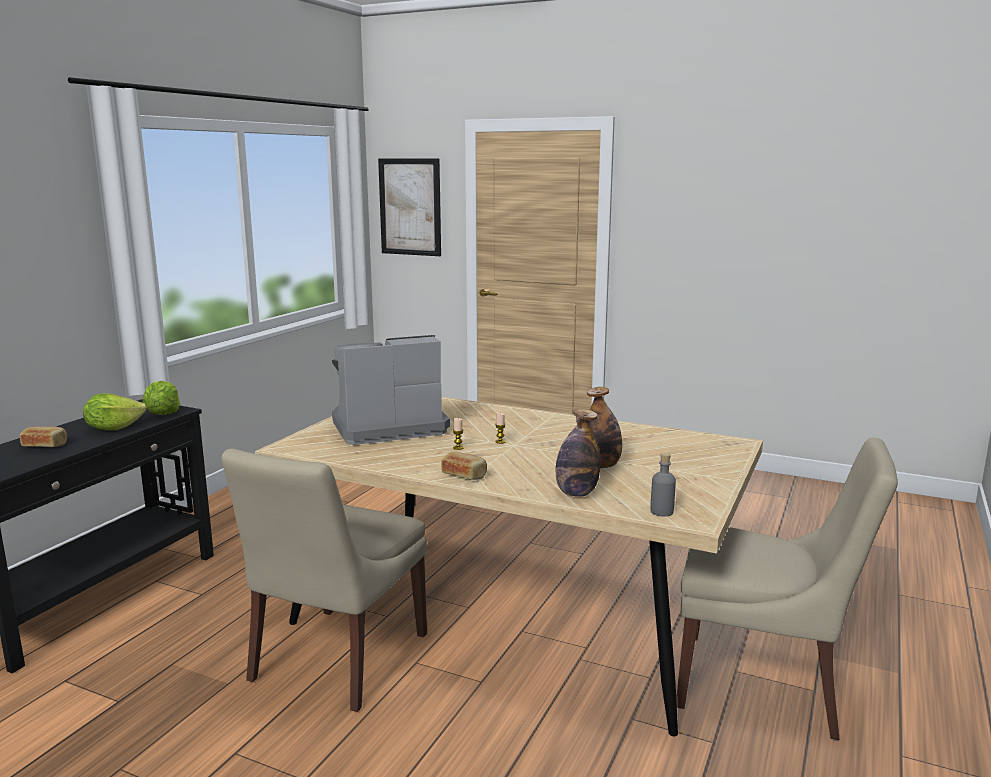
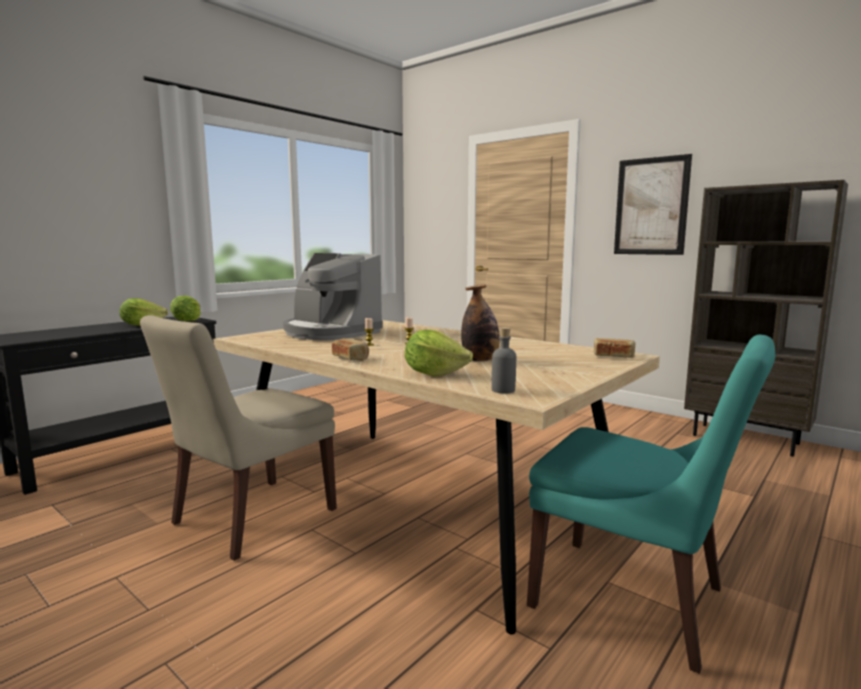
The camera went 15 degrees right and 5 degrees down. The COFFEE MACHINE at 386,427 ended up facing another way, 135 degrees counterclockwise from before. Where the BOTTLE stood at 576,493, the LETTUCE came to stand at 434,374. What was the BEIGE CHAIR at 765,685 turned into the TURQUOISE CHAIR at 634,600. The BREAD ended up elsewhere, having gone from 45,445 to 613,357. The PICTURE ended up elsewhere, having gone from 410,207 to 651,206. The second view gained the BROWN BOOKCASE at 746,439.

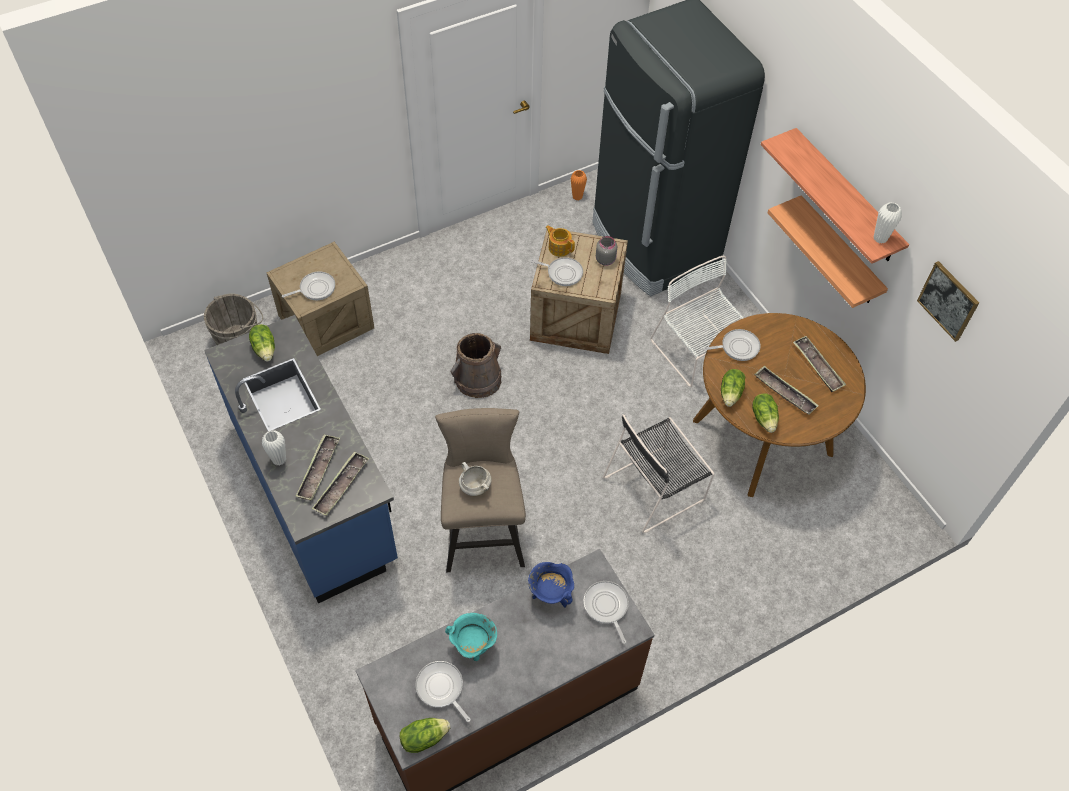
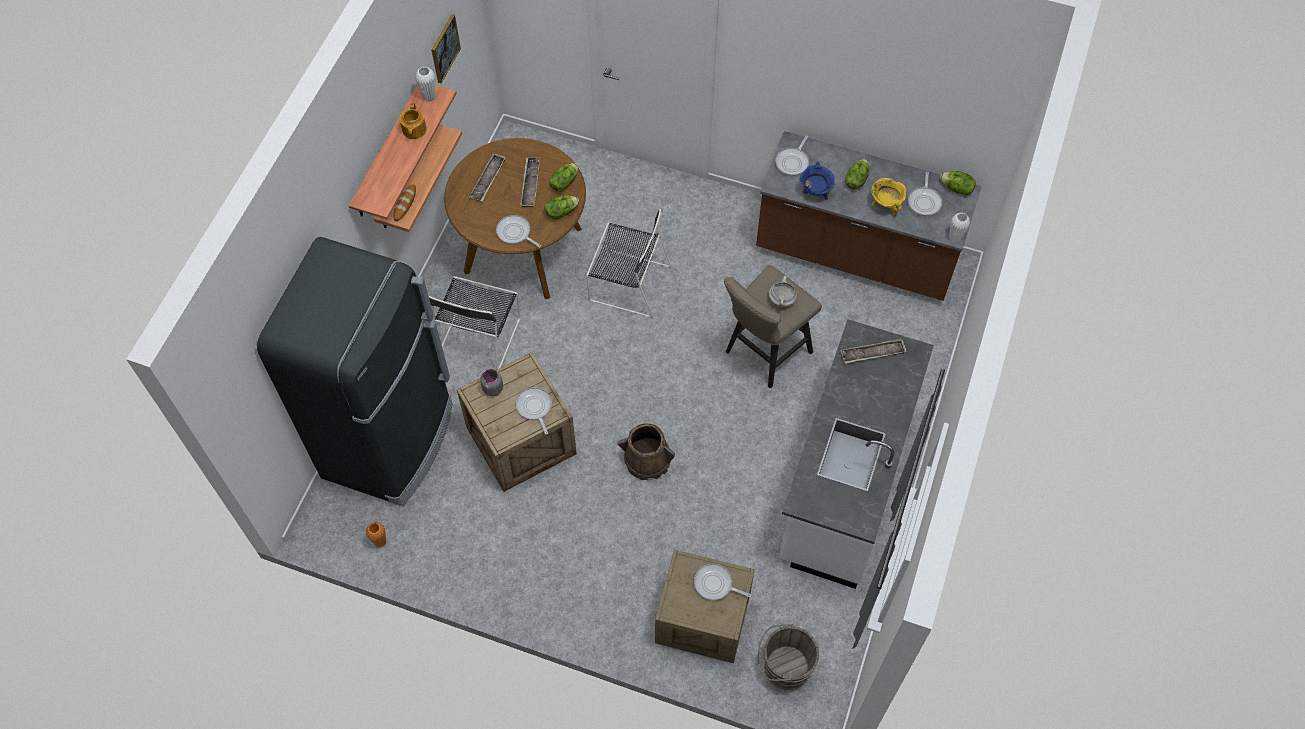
The camera went 130 degrees left and 5 degrees up. The second view gained the BREAD at 405,204. The TEAPOT ended up elsewhere, having gone from 559,247 to 414,130. What was the WHITE CHAIR at 698,352 turned into the BLACK CHAIR at 480,335. What was the BLUE COUNTER at 316,492 turned into the WHITE COUNTER at 844,481. The LETTUCE ended up elsewhere, having gone from 265,349 to 856,180. What was the TURQUOISE COOKING POT at 473,645 turned into the YELLOW COOKING POT at 886,206. The WHITE VASE ended up elsewhere, having gone from 279,459 to 954,238. The second view lost the TRAY at 318,470.

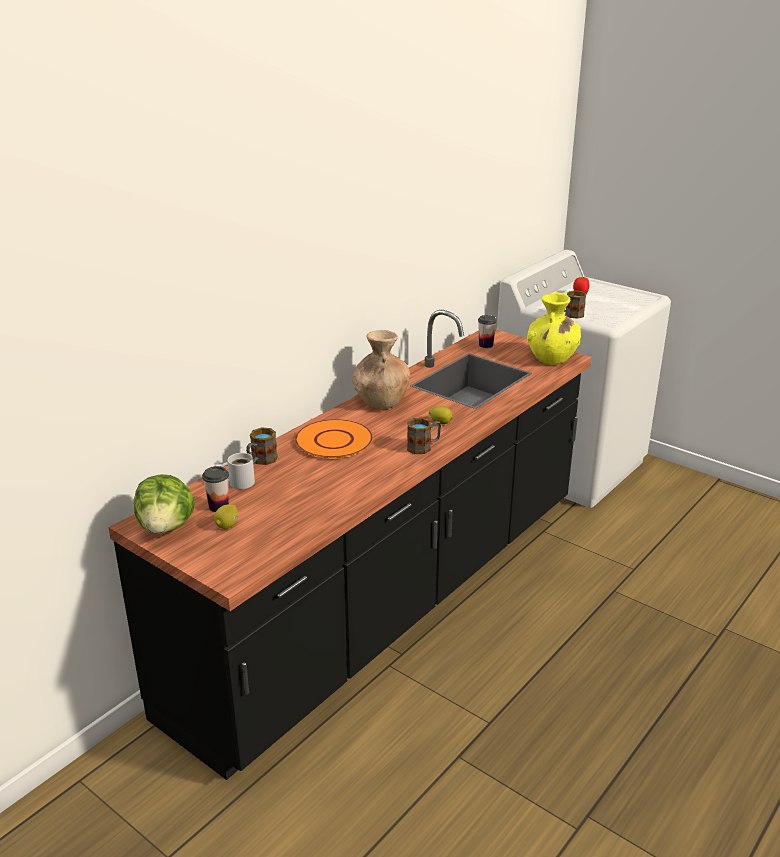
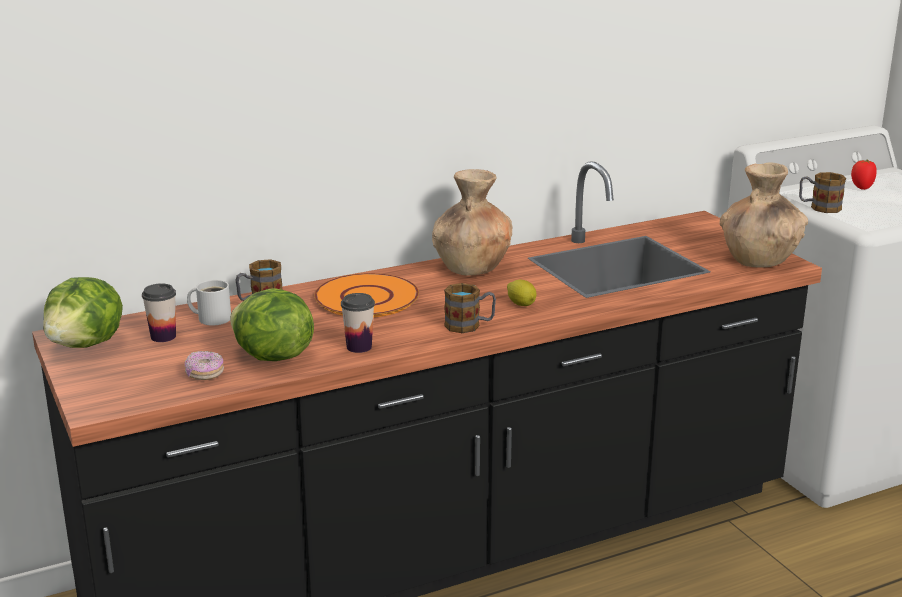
The camera went 25 degrees right and 5 degrees down. The second view gained the DONUT at 204,374. The second view gained the LETTUCE at 272,357. The CUP ended up elsewhere, having gone from 486,345 to 359,347. What was the YELLOW VASE at 551,358 turned into the BROWN VASE at 758,260. The second view lost the LEMON at 227,525.

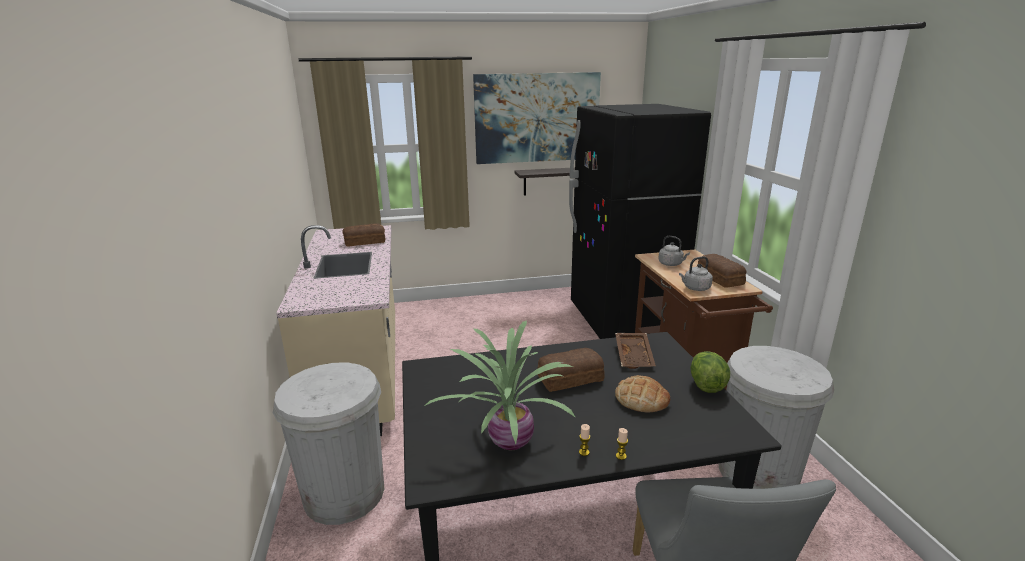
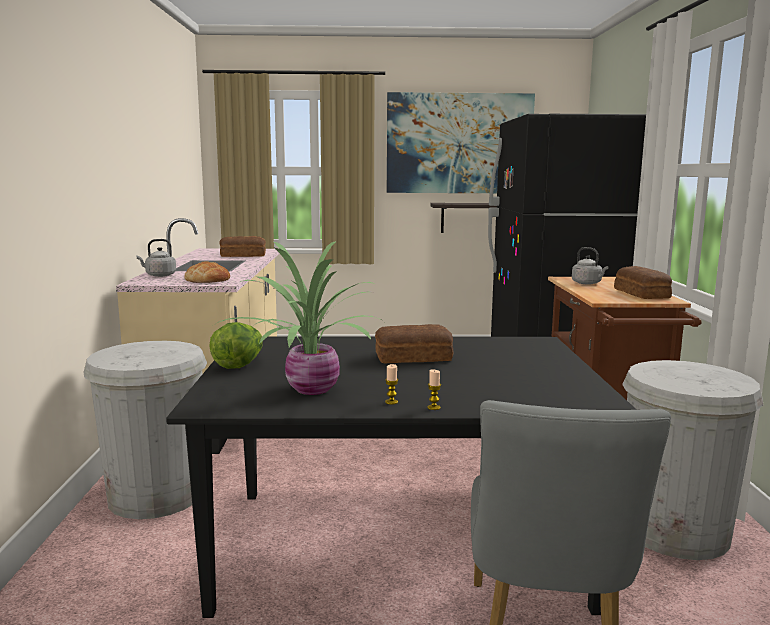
The camera went 10 degrees right and 10 degrees down. The GREY KETTLE ended up elsewhere, having gone from 695,288 to 159,275. The BREAD ended up elsewhere, having gone from 641,399 to 208,280. The LETTUCE ended up elsewhere, having gone from 706,384 to 239,365. The second view lost the BROWN TRAY at 635,356.

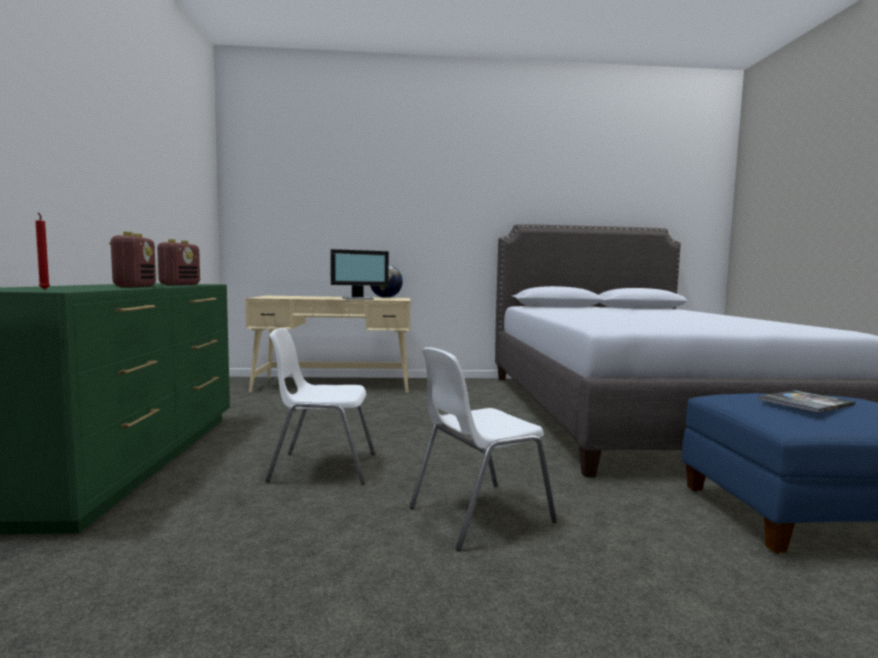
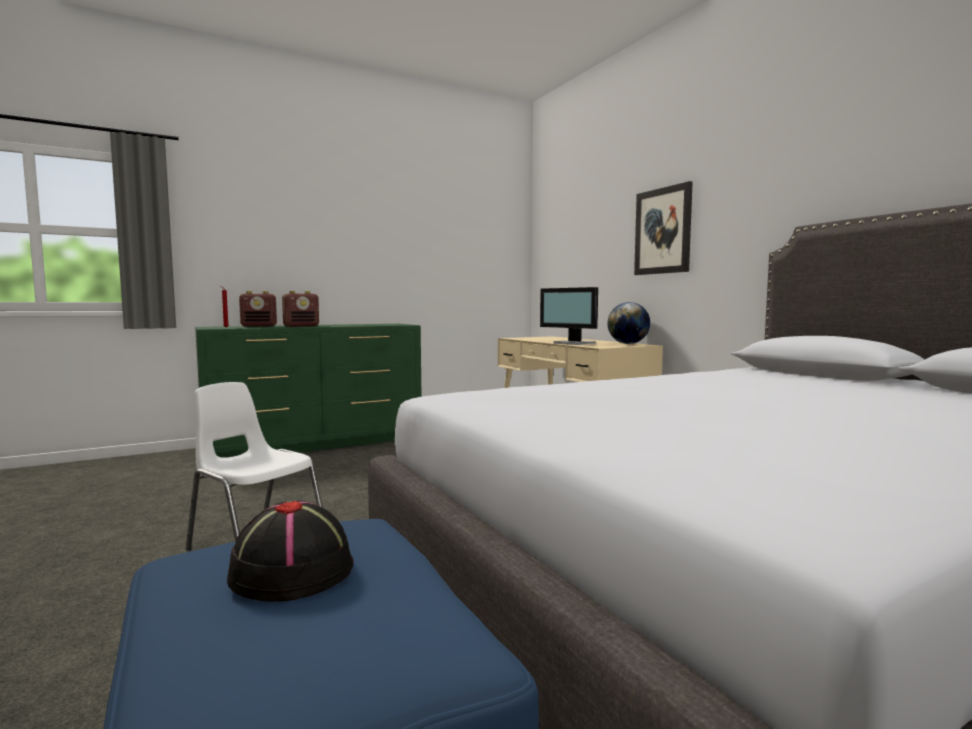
The camera went 65 degrees right and 0 degrees up. Where the BOOK stood at 805,403, the BLACK HAT came to stand at 292,570. The RADIO ended up elsewhere, having gone from 180,284 to 259,326. The second view gained the PICTURE at 663,231. The second view lost the WHITE CHAIR at 322,467.

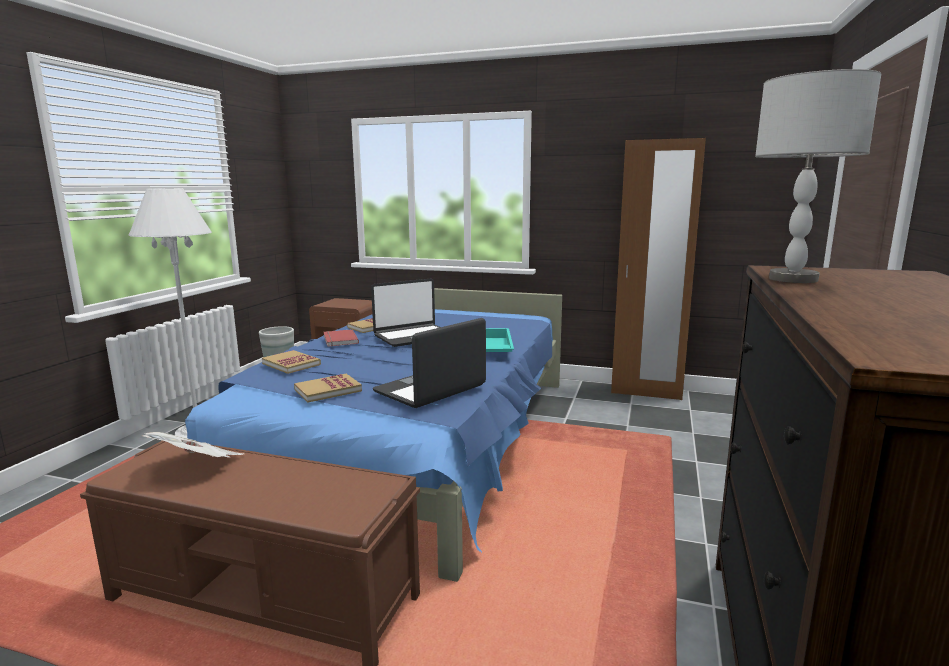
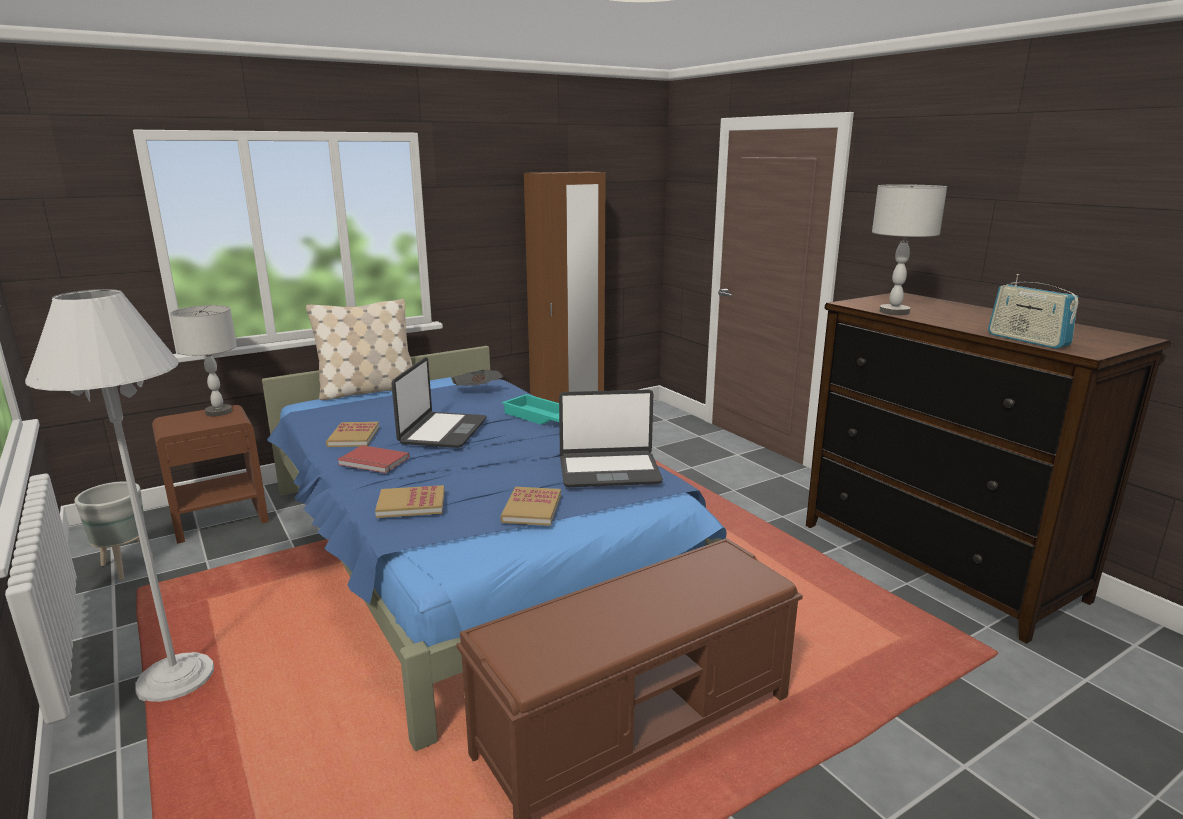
The camera went 50 degrees left and 5 degrees up. The second view gained the GREY TABLE LAMP at 219,412. The second view gained the BEIGE PILLOW at 368,391. The NEWSPAPER ended up elsewhere, having gone from 198,466 to 477,392. The LAPTOP at 431,389 ended up facing another way, 90 degrees counterclockwise from before. The second view gained the RADIO at 1027,340.

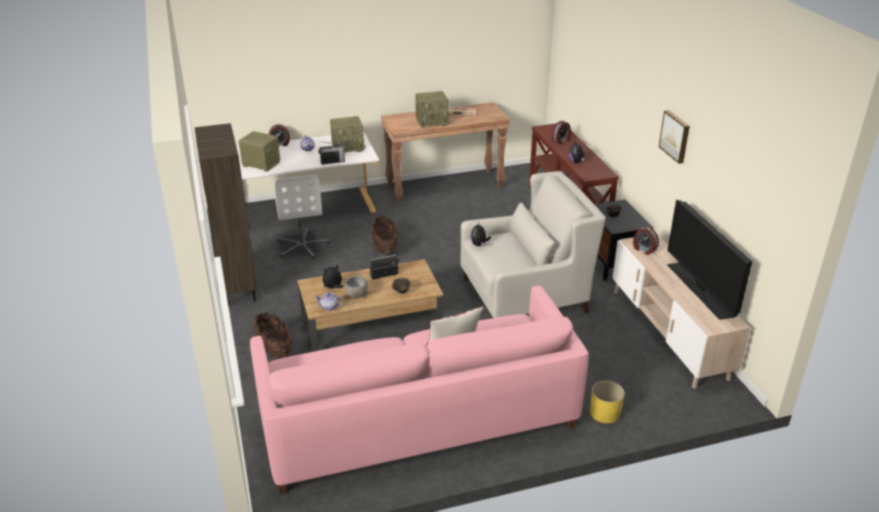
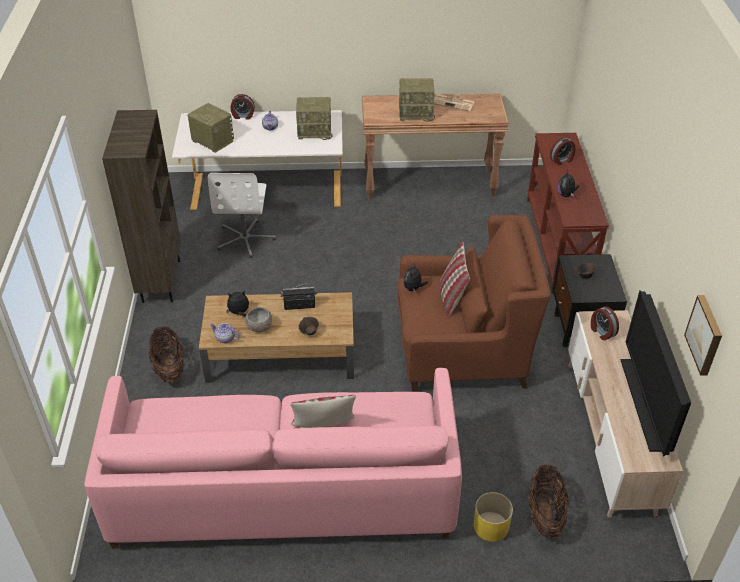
The camera went 15 degrees right and 10 degrees up. What was the WHITE ARMCHAIR at 524,295 turned into the BROWN ARMCHAIR at 462,350. The second view gained the PILLOW at 452,297. The BASKET ended up elsewhere, having gone from 384,248 to 545,515. The PICTURE ended up elsewhere, having gone from 675,136 to 705,335. The second view lost the RADIO at 332,162.

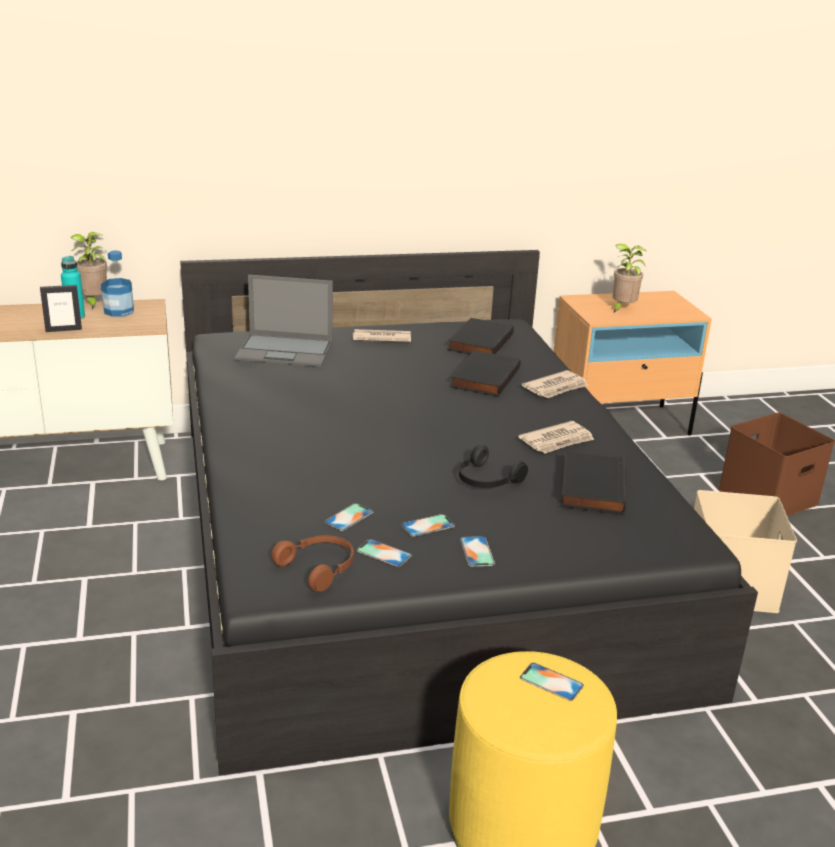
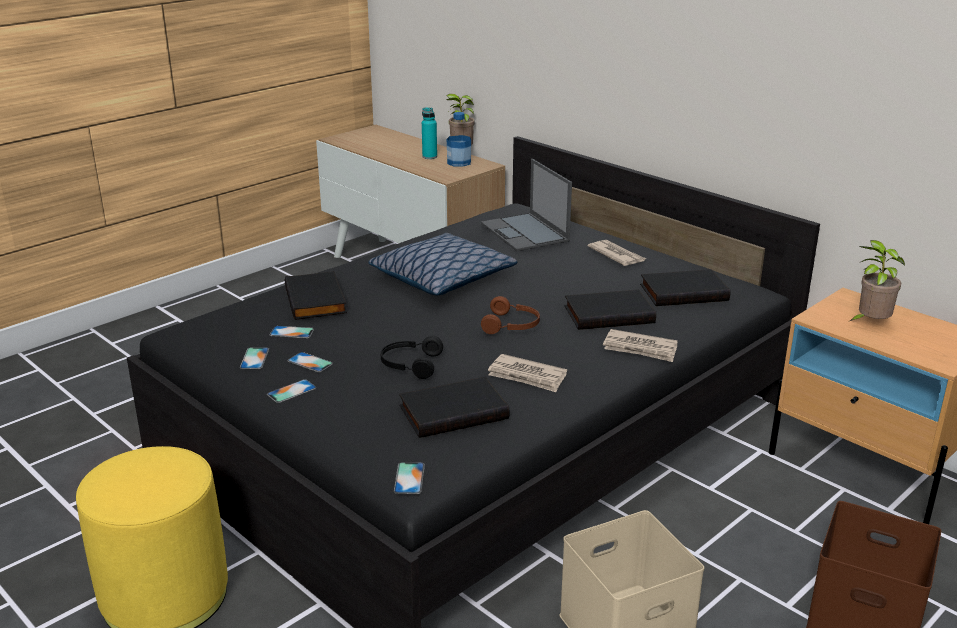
The camera went 60 degrees right and 0 degrees up. The second view gained the BLACK BOOK at 317,300. The second view gained the PILLOW at 442,278. The PHONE ended up elsewhere, having gone from 551,682 to 409,478. The BROWN HEADPHONES ended up elsewhere, having gone from 319,568 to 512,325. The second view lost the PICTURE FRAME at 63,330.

